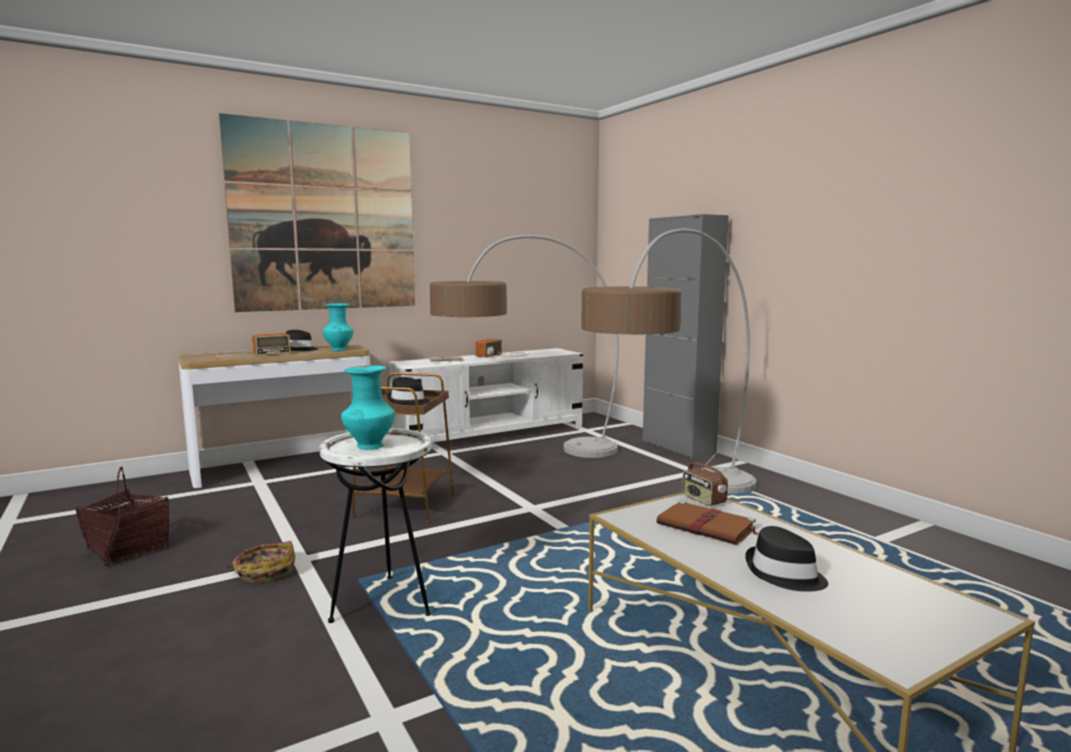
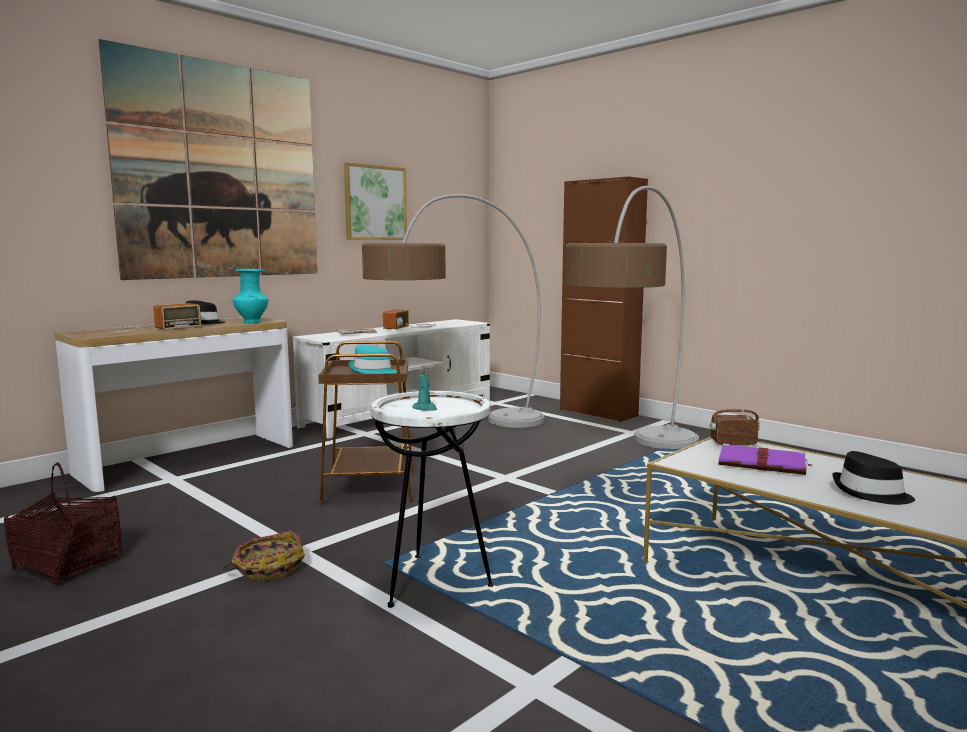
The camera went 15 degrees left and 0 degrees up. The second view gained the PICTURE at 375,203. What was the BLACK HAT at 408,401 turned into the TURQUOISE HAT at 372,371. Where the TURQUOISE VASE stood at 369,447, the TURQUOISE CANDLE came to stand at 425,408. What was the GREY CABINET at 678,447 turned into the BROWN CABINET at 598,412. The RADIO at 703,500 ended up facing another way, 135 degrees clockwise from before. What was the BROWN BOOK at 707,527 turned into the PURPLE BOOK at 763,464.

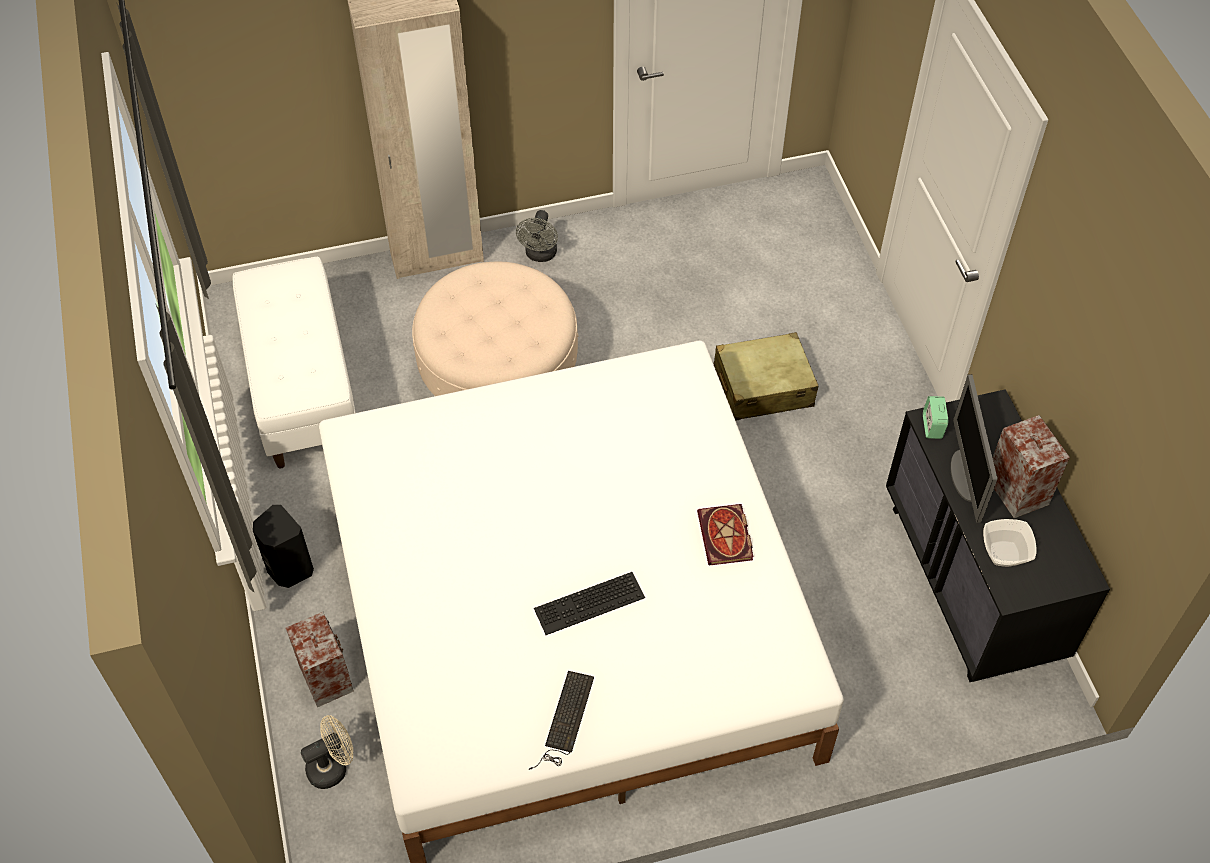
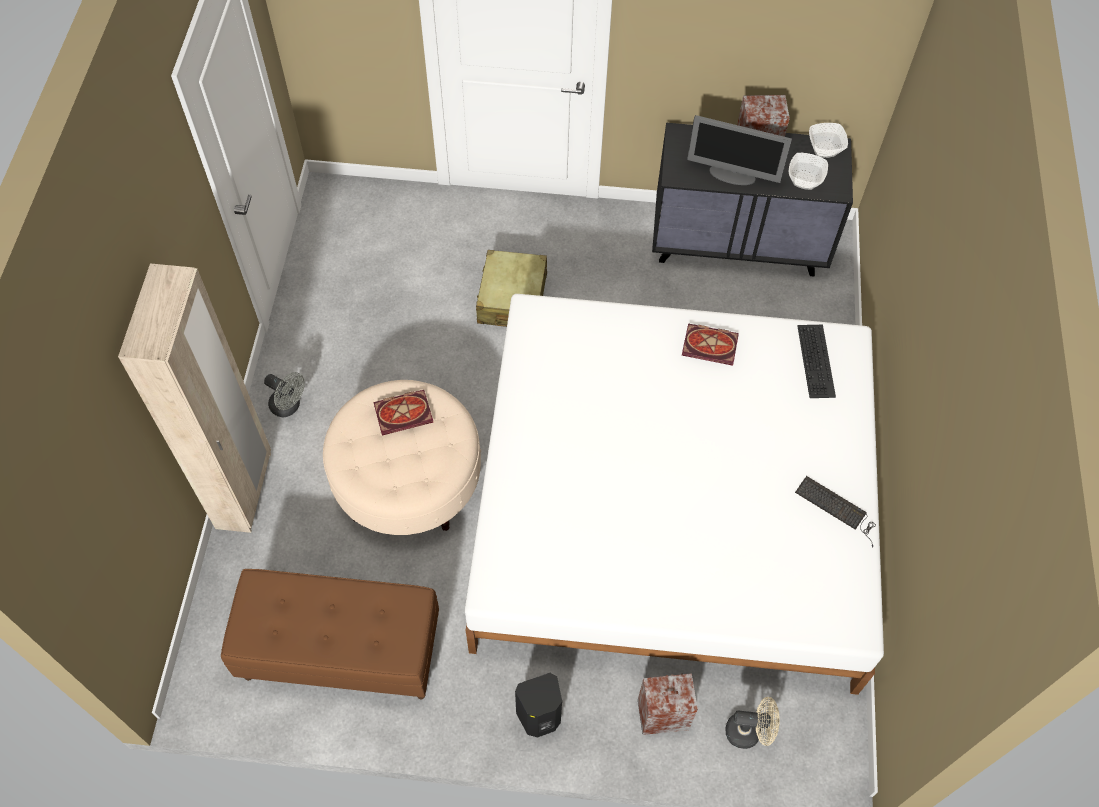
The camera went 70 degrees left and 5 degrees up. What was the WHITE BENCH at 302,388 turned into the BROWN BENCH at 340,652. The second view gained the BOOK at 404,412. The BEIGE FAN at 333,766 ended up facing another way, 105 degrees clockwise from before. The KEYBOARD ended up elsewhere, having gone from 589,605 to 818,361. The second view gained the BOWL at 825,150. The second view lost the ALARM CLOCK at 932,426.

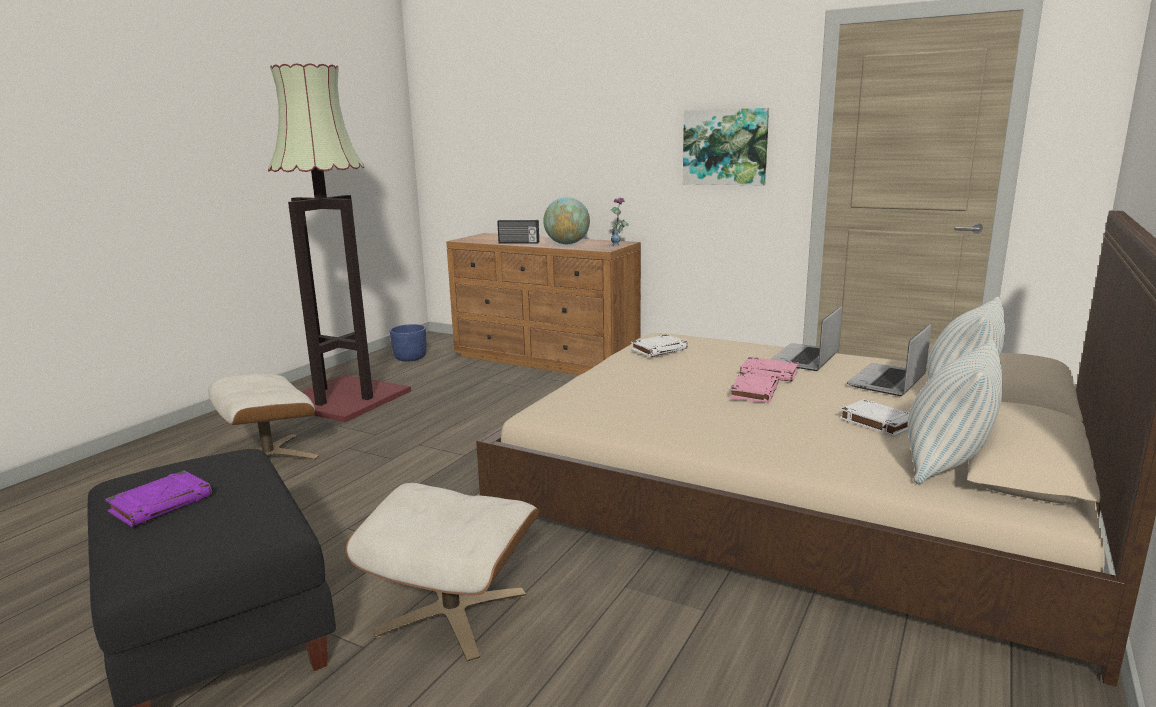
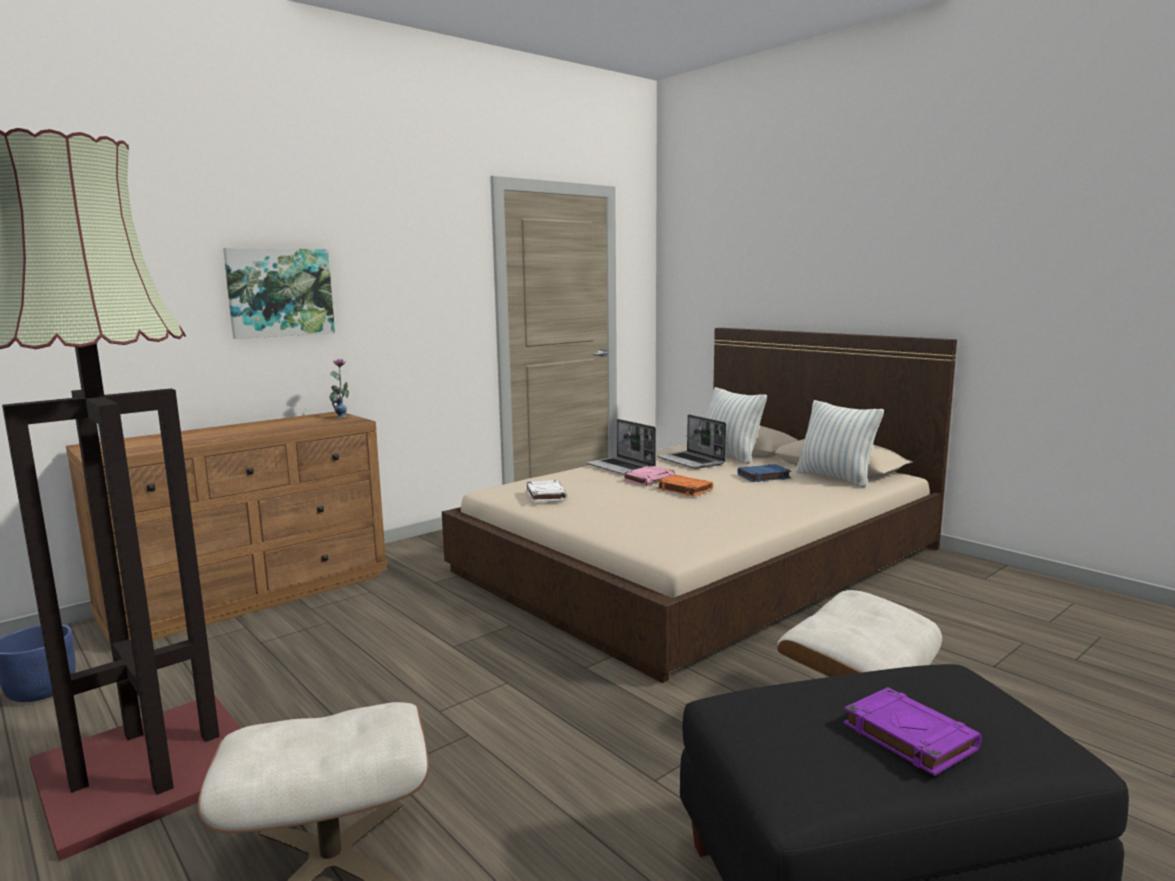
The camera went 70 degrees left and 5 degrees down. The PICTURE ended up elsewhere, having gone from 725,147 to 280,292. What was the PINK BOOK at 754,391 turned into the ORANGE BOOK at 684,489. What was the WHITE BOOK at 877,422 turned into the BLUE BOOK at 763,477. The second view lost the RADIO at 518,243. The second view lost the GLOBE at 567,244.

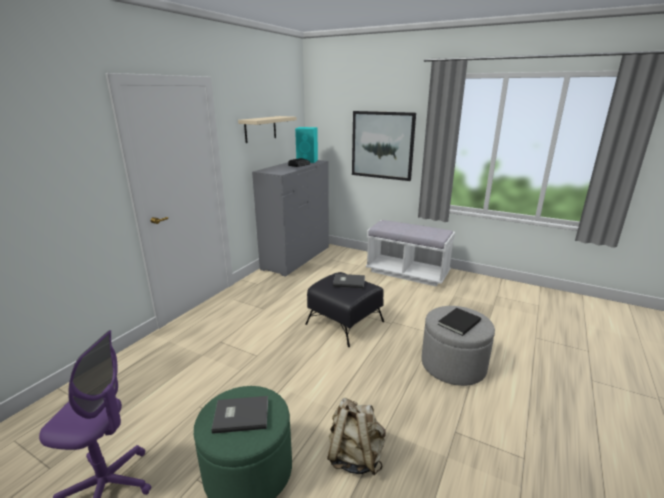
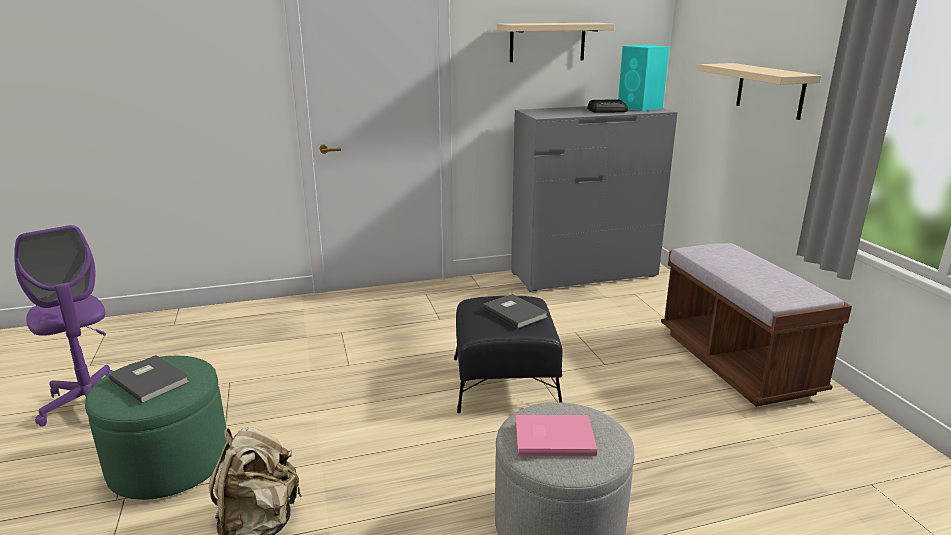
The camera went 45 degrees right and 0 degrees up. What was the BLACK BOOK at 458,322 turned into the PINK BOOK at 553,436. What was the WHITE BENCH at 407,272 turned into the BROWN BENCH at 736,362. Where the PICTURE hung at 382,145, the BEIGE SHELF came to hang at 770,90.

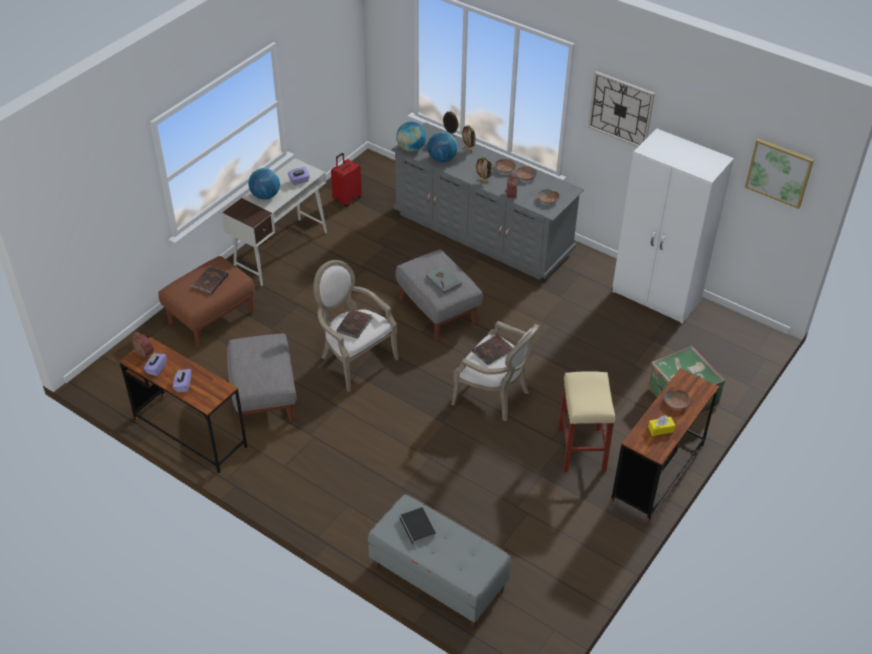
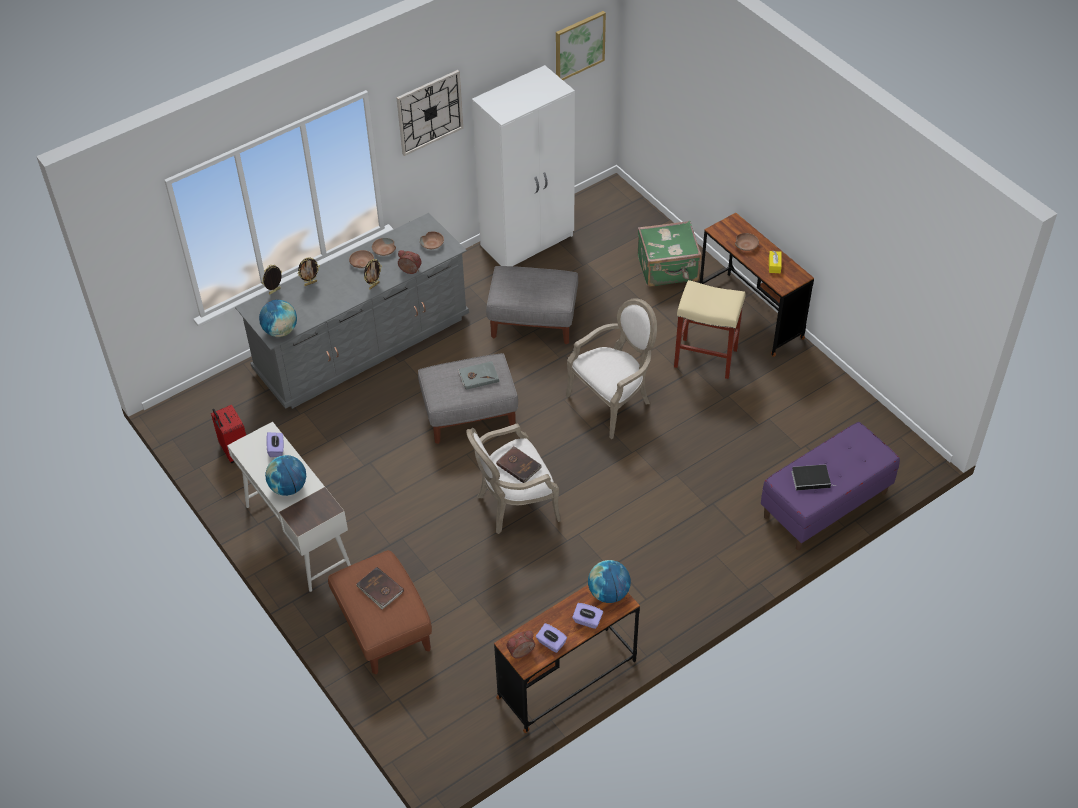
The camera went 70 degrees left and 5 degrees up. The GREY OTTOMAN ended up elsewhere, having gone from 264,397 to 533,322. The GLOBE ended up elsewhere, having gone from 442,159 to 608,593. What was the GREY BENCH at 438,579 turned into the PURPLE BENCH at 825,505. The second view lost the BROWN BOOK at 493,351.

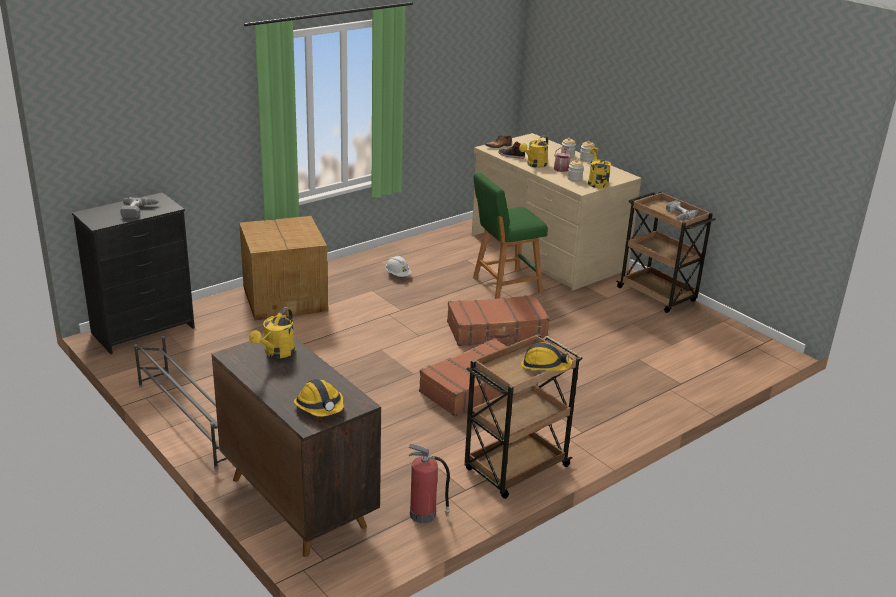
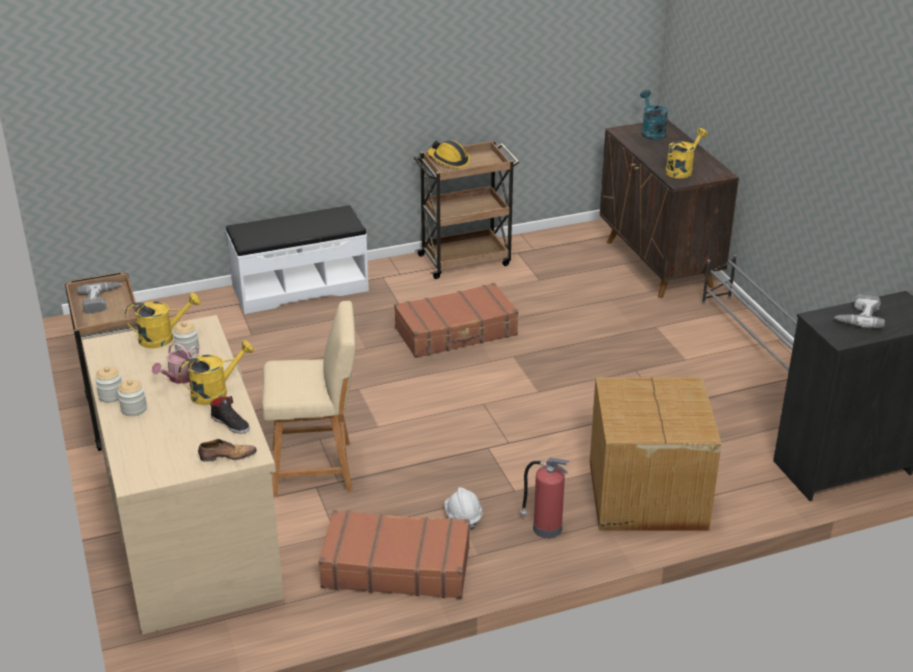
The camera went 160 degrees left and 5 degrees up. The YELLOW WATERING CAN at 596,182 ended up facing another way, 120 degrees counterclockwise from before. The second view gained the WHITE BENCH at 300,288. What was the GREEN STOOL at 504,285 turned into the BEIGE STOOL at 317,468. The BROWN SUITCASE ended up elsewhere, having gone from 497,331 to 396,566. The FIRE EXTINGUISHER ended up elsewhere, having gone from 424,514 to 545,527. Where the HARD HAT stood at 320,407, the TURQUOISE WATERING CAN came to stand at 651,132.

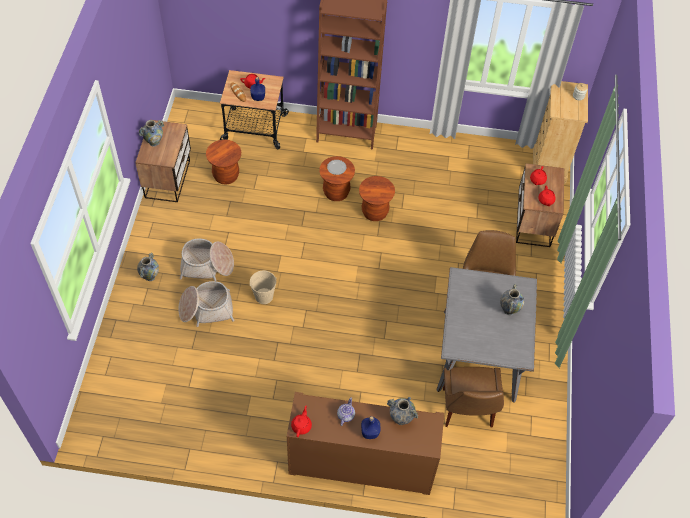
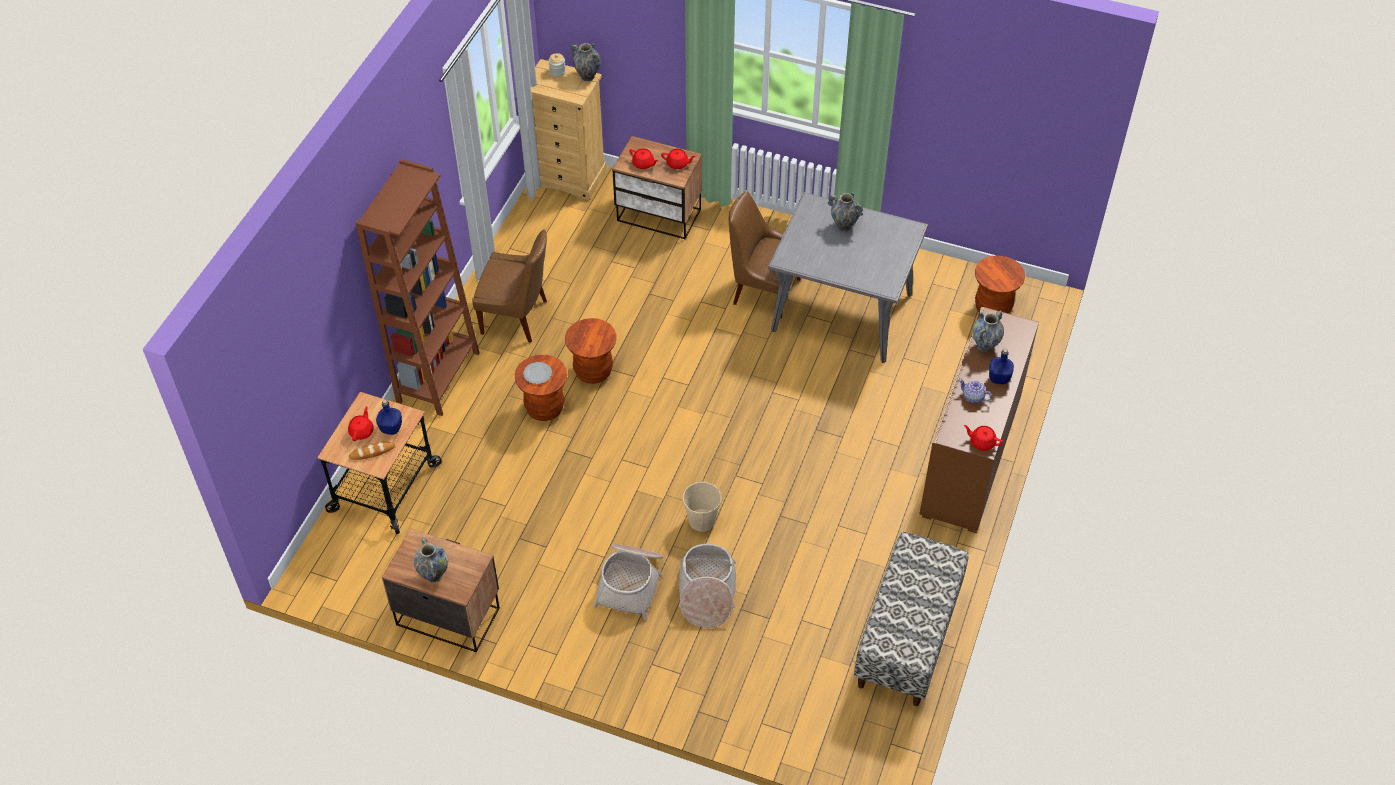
The camera went 75 degrees left and 5 degrees down. The BROWN CHAIR ended up elsewhere, having gone from 467,410 to 517,318. The VASE ended up elsewhere, having gone from 150,276 to 587,76. The second view gained the BENCH at 908,638. The BROWN STOOL ended up elsewhere, having gone from 226,176 to 992,308.

